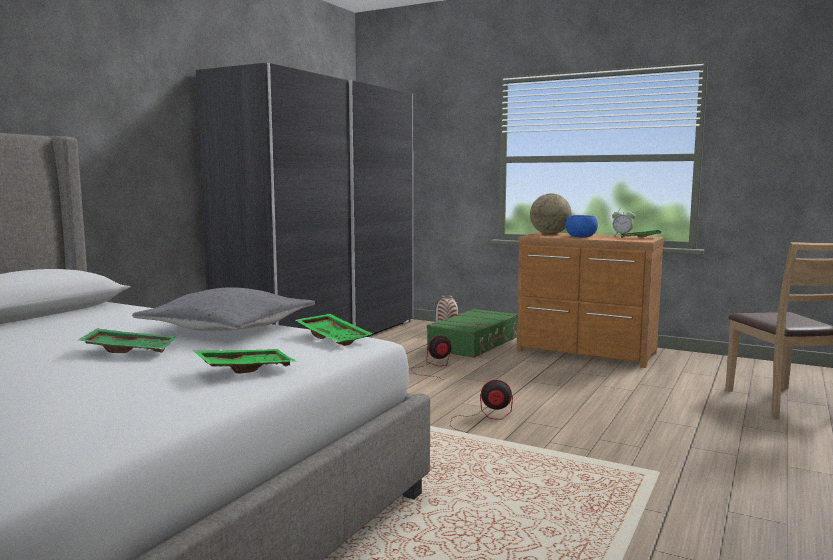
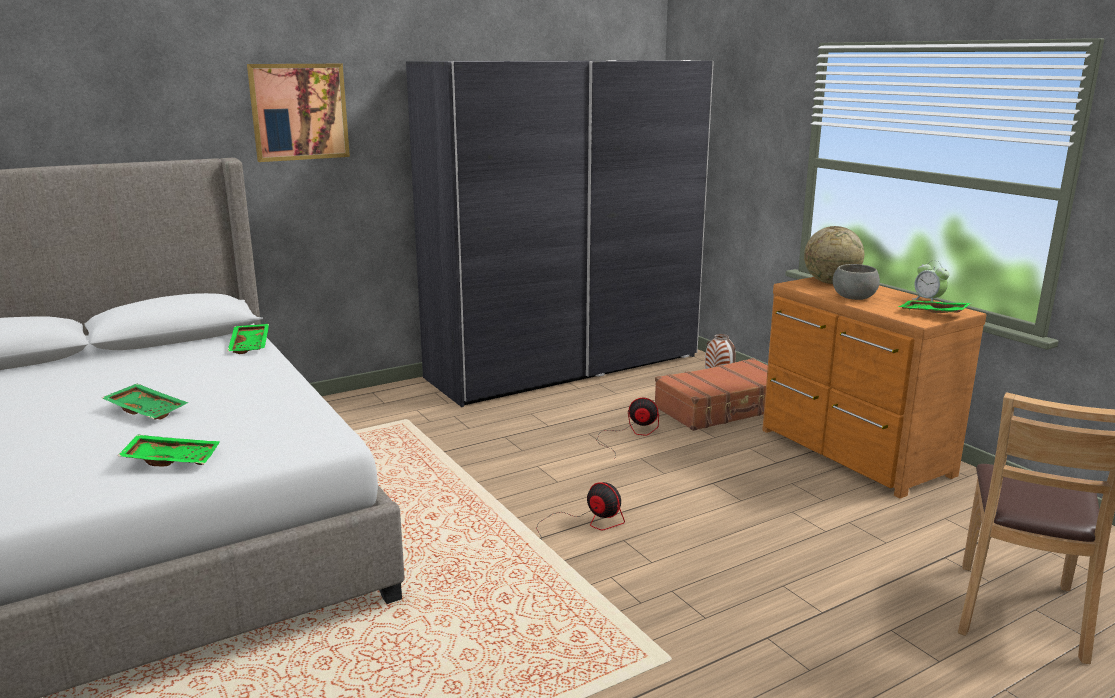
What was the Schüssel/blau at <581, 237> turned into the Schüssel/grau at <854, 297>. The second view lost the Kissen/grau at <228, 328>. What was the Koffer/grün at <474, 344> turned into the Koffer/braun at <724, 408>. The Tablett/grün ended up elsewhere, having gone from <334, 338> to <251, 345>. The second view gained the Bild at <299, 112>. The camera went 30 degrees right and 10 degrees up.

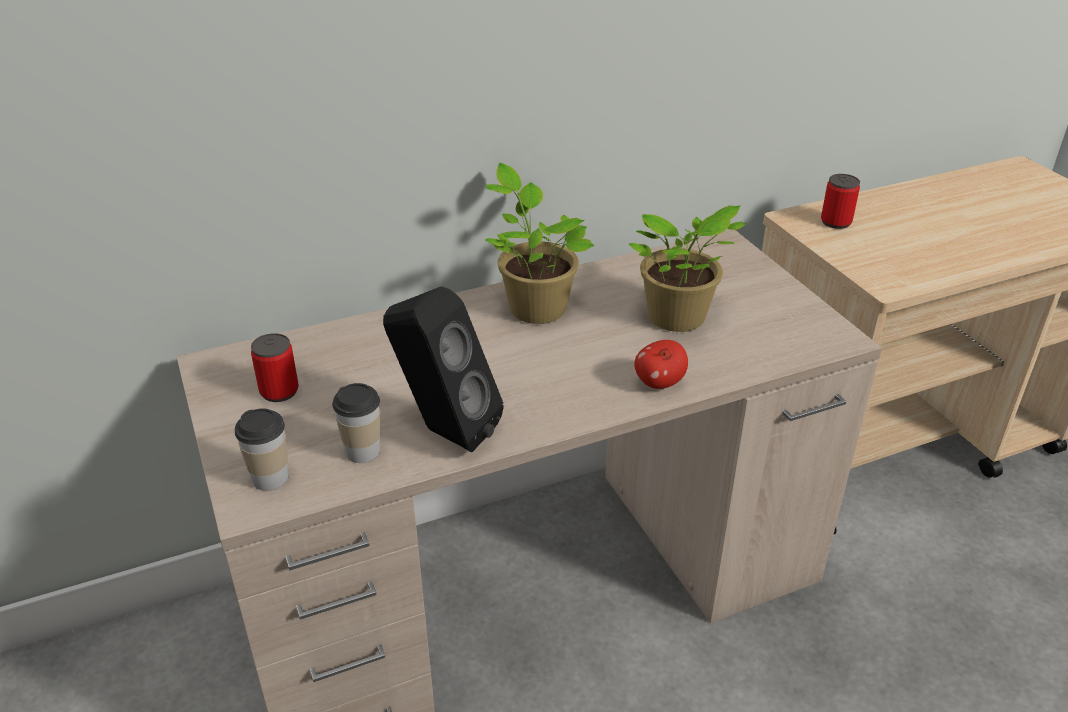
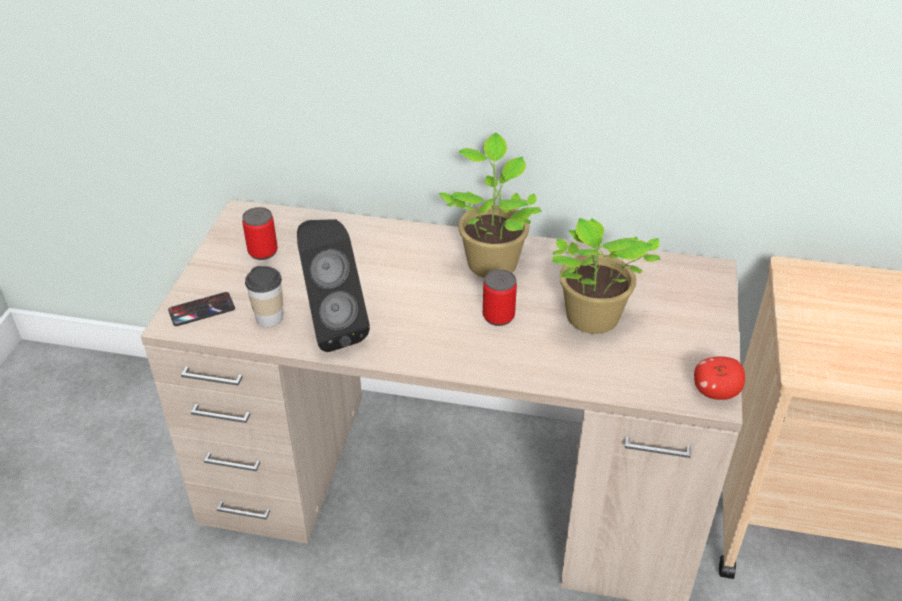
The Dose ended up elsewhere, having gone from <836, 222> to <498, 316>. The Apfel ended up elsewhere, having gone from <659, 383> to <715, 392>. Where the Tasse stood at <270, 478>, the Handy came to stand at <201, 309>. The camera went 35 degrees right and 5 degrees up.

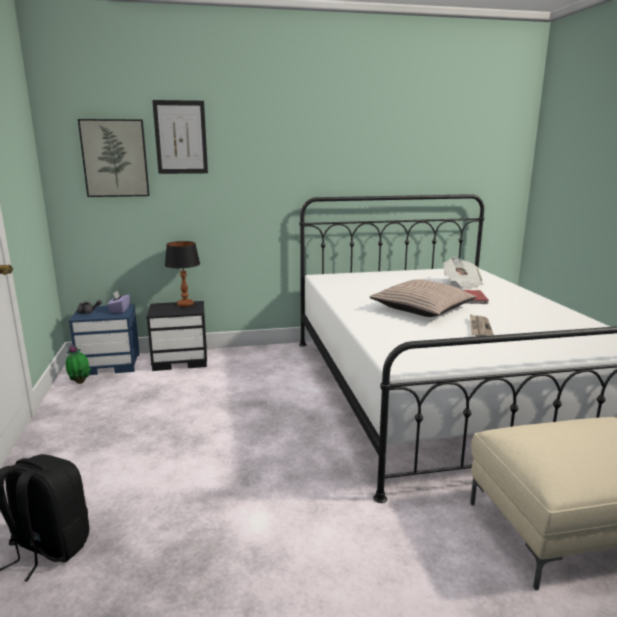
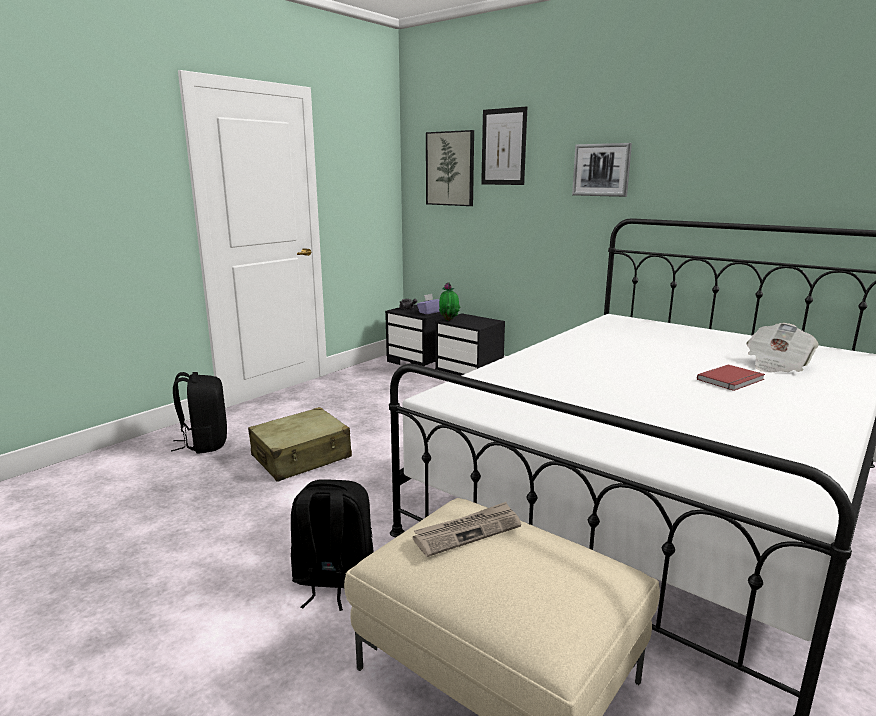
The second view lost the Tischlampe at <185, 305>. The second view lost the Kissen at <422, 309>. What was the Nachttisch/blau at <110, 364> turned into the Nachttisch/schwarz at <419, 361>. The Zeitung ended up elsewhere, having gone from <479, 328> to <467, 531>. The Topfpflanze ended up elsewhere, having gone from <80, 382> to <449, 320>. The second view gained the Bild at <601, 170>. The second view gained the Koffer/beige at <302, 457>. The second view gained the Rucksack/schwarz at <333, 581>. The camera went 50 degrees right and 0 degrees up.

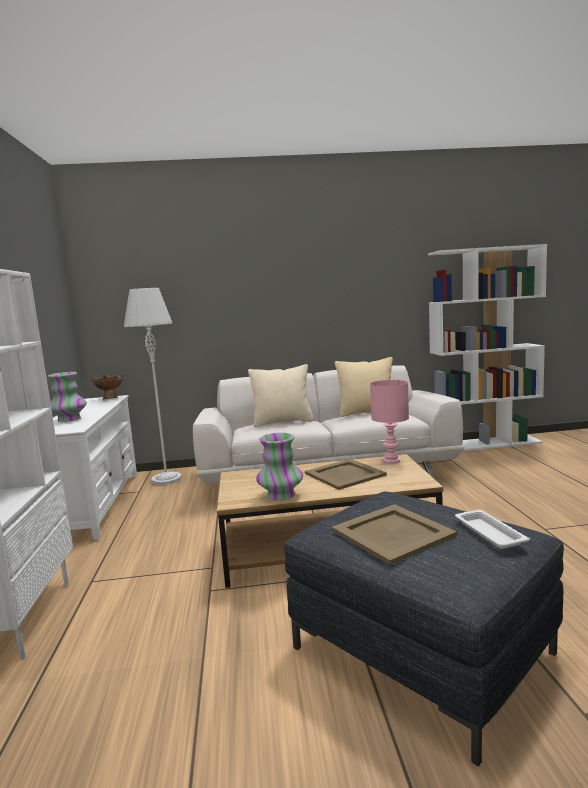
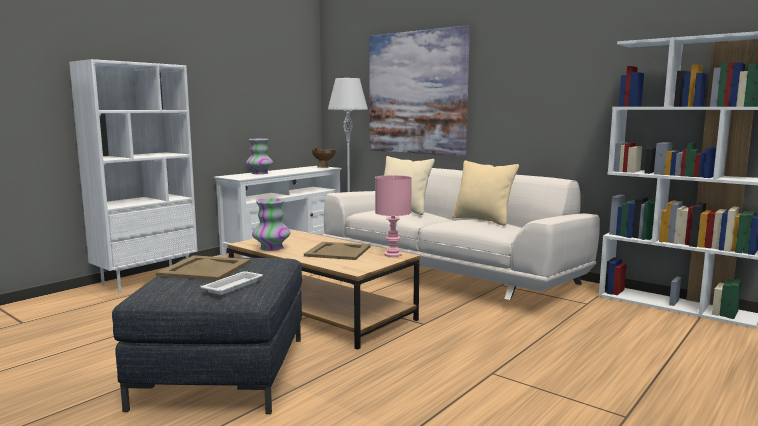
The second view gained the Bild at <417, 93>. The camera went 45 degrees right and 0 degrees up.

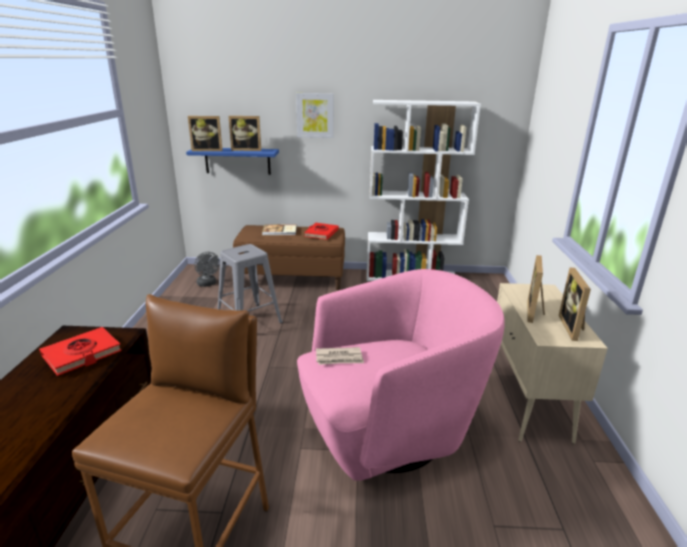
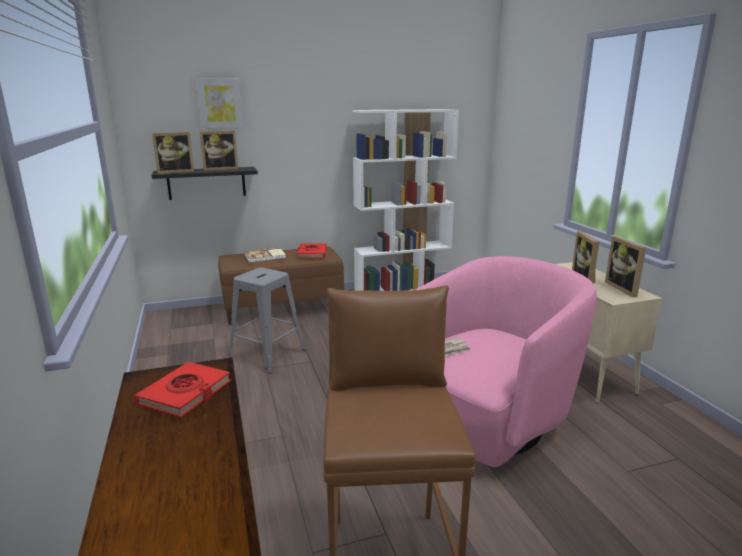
The Bild ended up elsewhere, having gone from <315, 115> to <220, 103>. What was the Wandregal/blau at <237, 161> turned into the Wandregal/schwarz at <206, 183>. The second view lost the Ventilator/grau at <208, 284>. The camera went 20 degrees left and 5 degrees down.

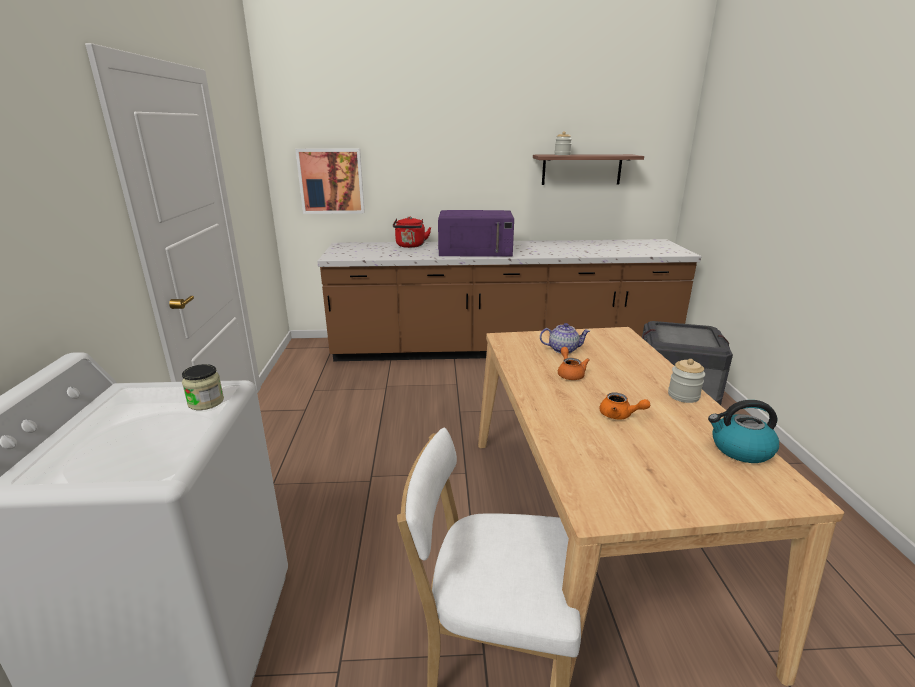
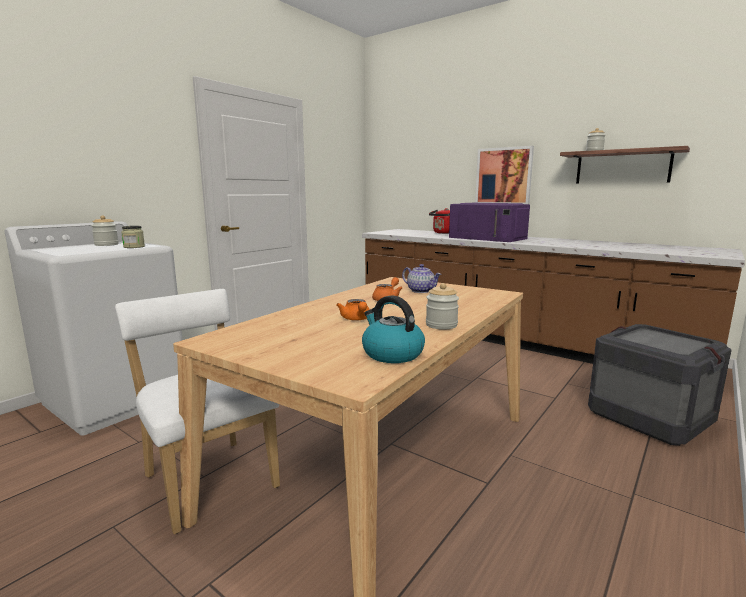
The Bild ended up elsewhere, having gone from <331, 181> to <503, 176>. The second view gained the Vorratsglas at <106, 244>. The camera went 40 degrees right and 10 degrees down.

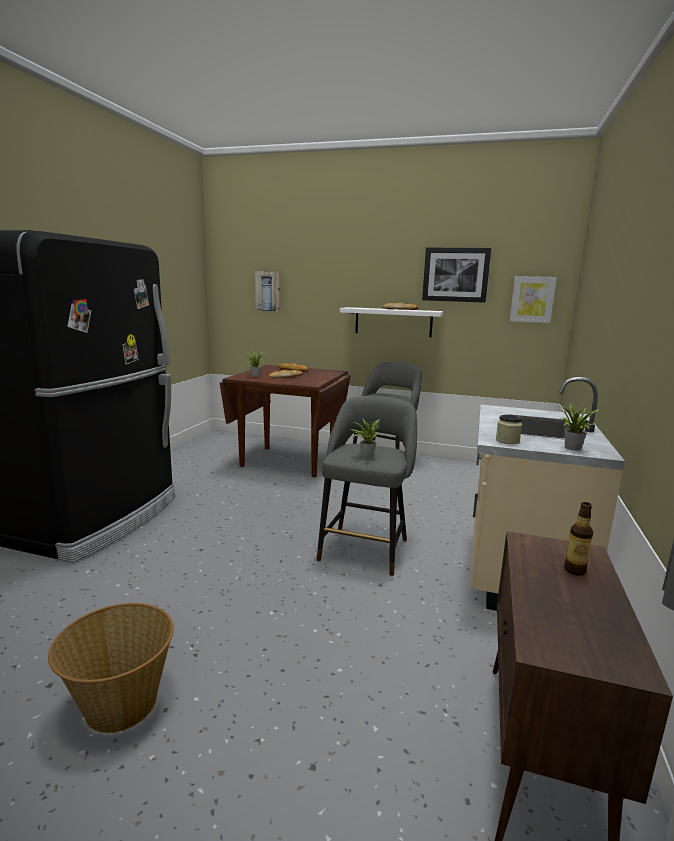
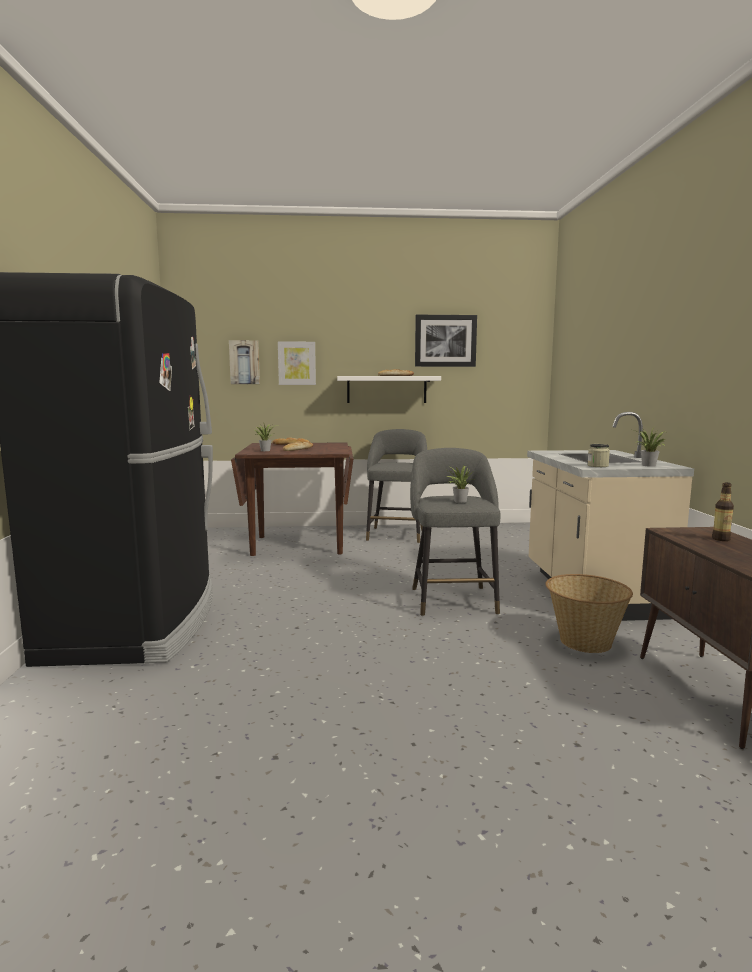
The Bild ended up elsewhere, having gone from <532, 299> to <297, 363>. The Korb ended up elsewhere, having gone from <120, 703> to <584, 641>. The camera went 20 degrees left and 5 degrees down.

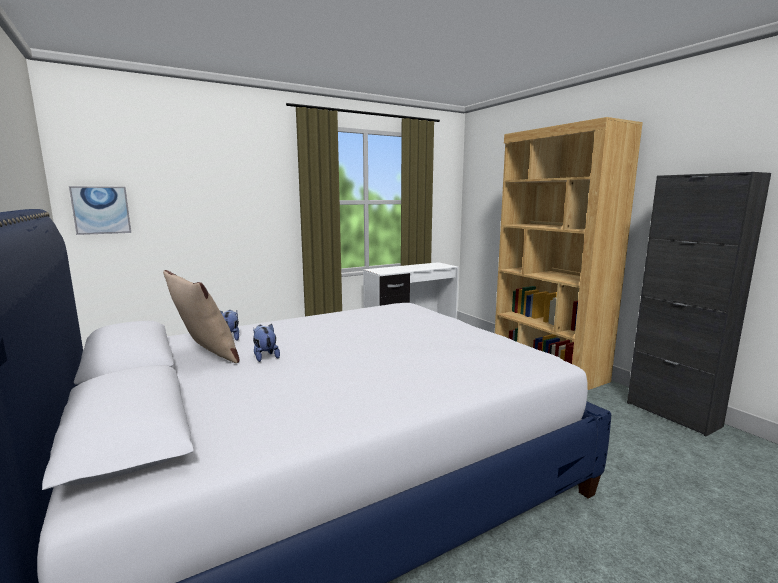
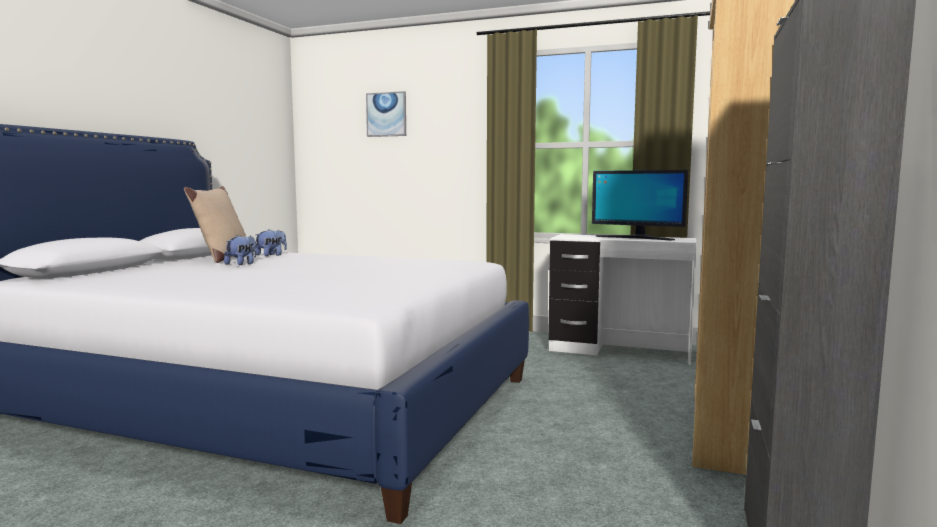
The Bild ended up elsewhere, having gone from <101, 210> to <386, 114>. The second view gained the Monitor at <637, 238>. The camera went 50 degrees right and 5 degrees down.

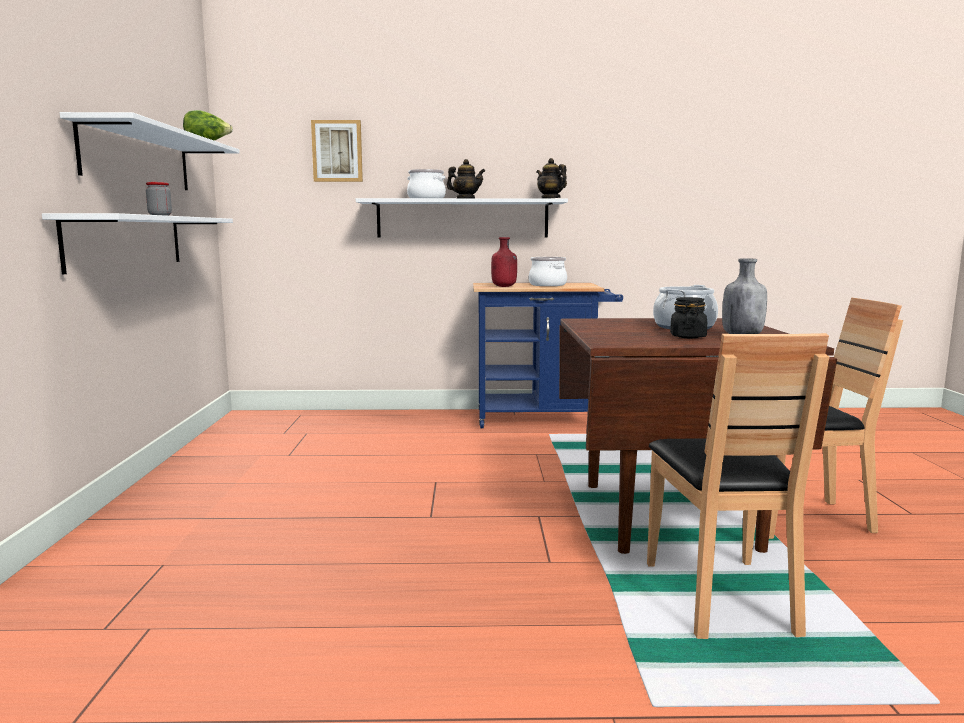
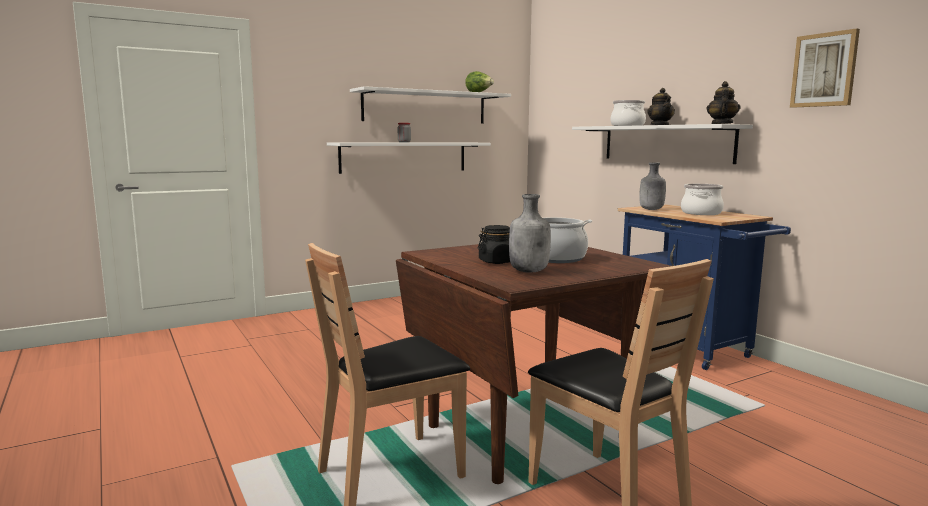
The Bild ended up elsewhere, having gone from <337, 151> to <824, 70>. What was the Flasche/rot at <504, 286> turned into the Flasche/grau at <651, 209>. The camera went 60 degrees right and 0 degrees up.

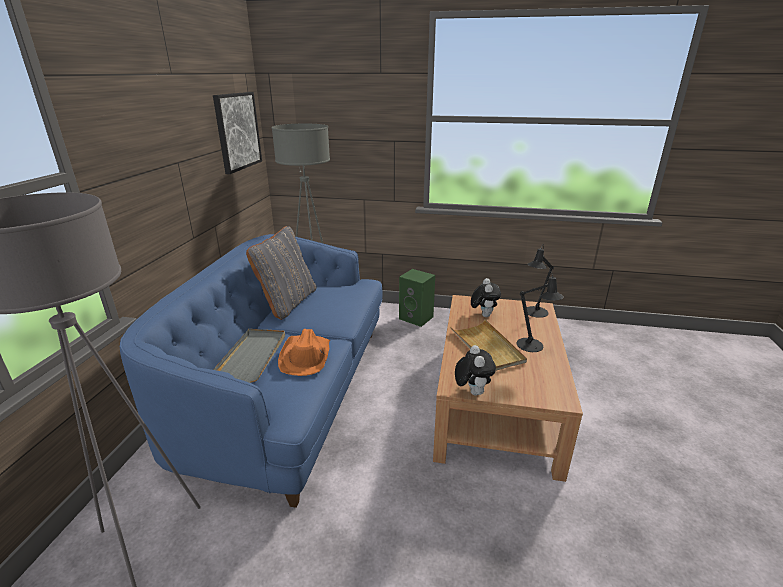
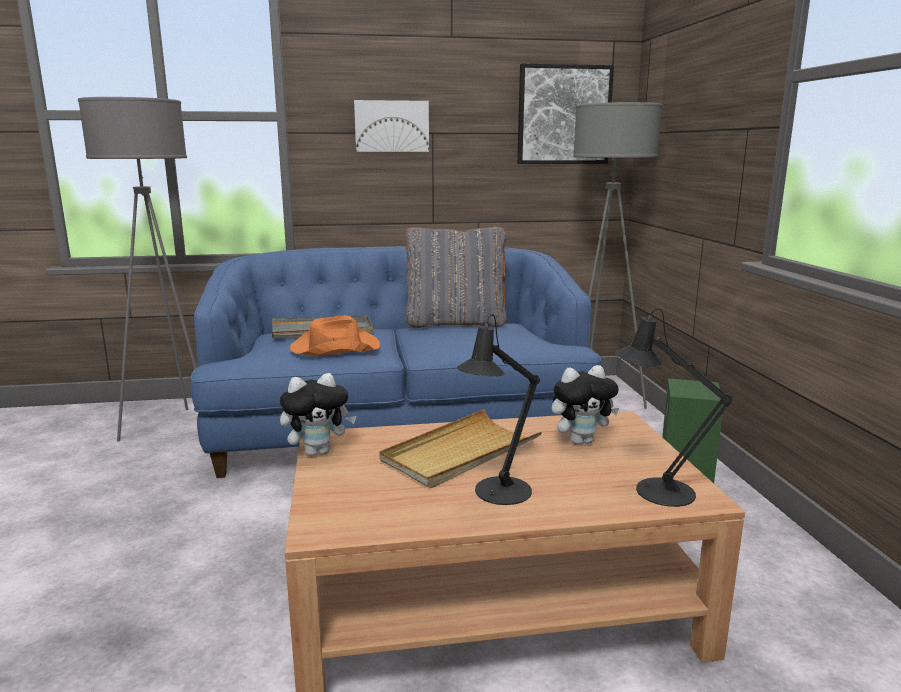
The second view gained the Bild at <391, 126>. The camera went 70 degrees right and 10 degrees down.

